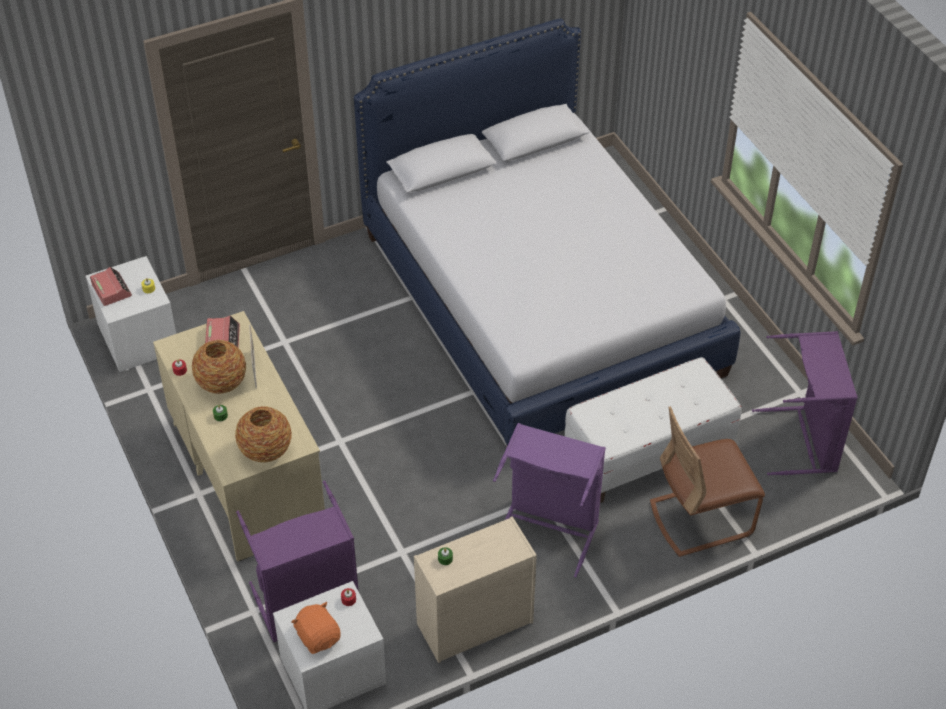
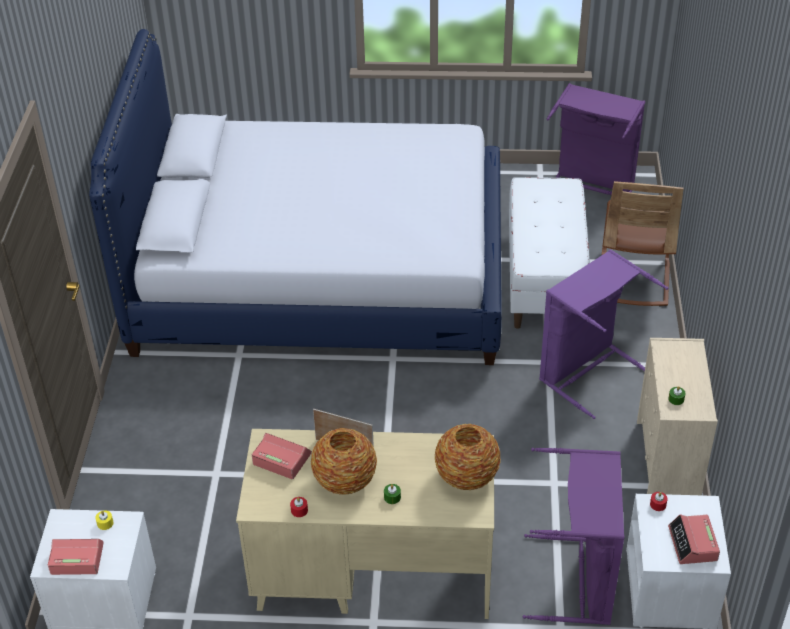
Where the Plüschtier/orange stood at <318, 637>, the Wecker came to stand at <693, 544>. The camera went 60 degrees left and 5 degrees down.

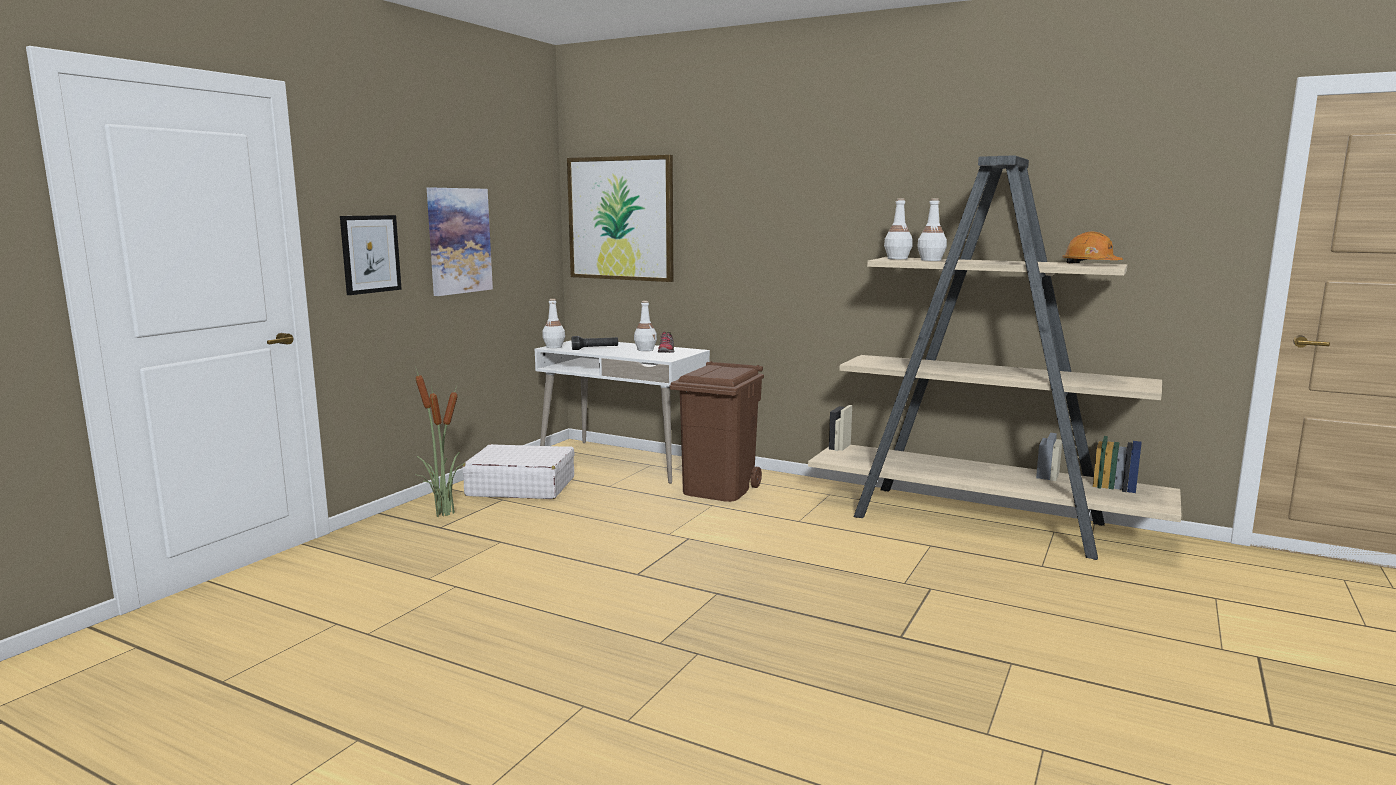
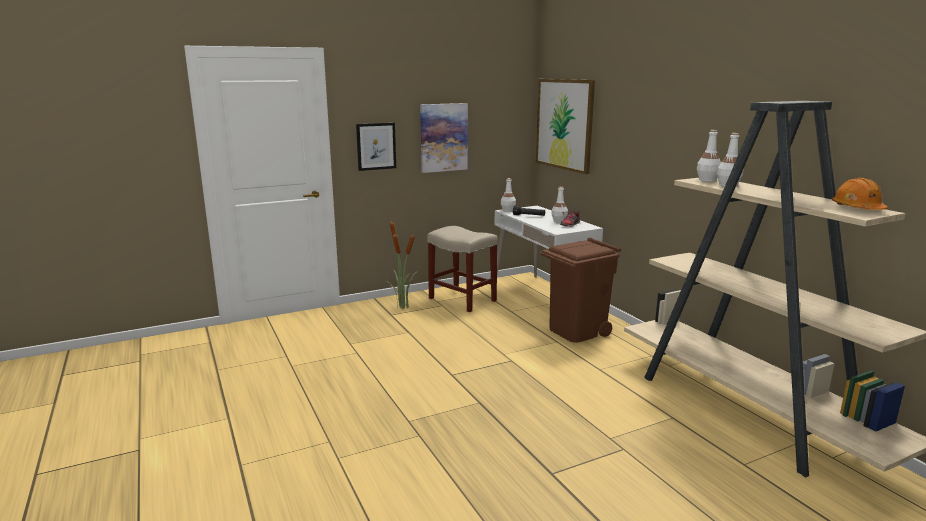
Where the Koffer/weiß stood at <520, 487>, the Hocker/beige came to stand at <461, 299>. The camera went 35 degrees right and 5 degrees up.

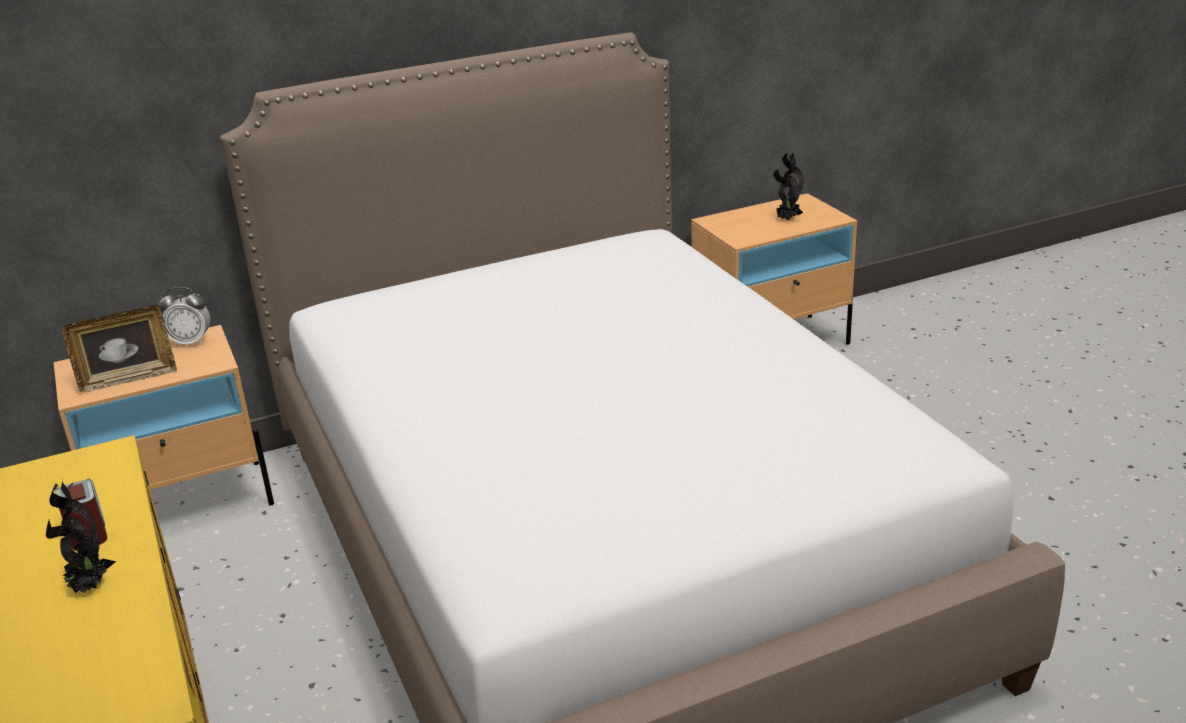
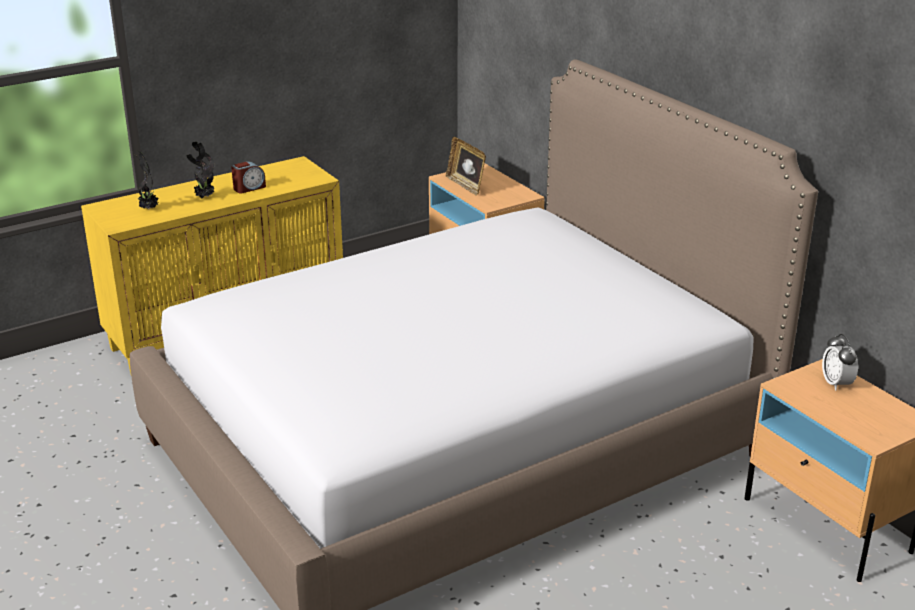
The Topfpflanze ended up elsewhere, having gone from <787, 219> to <148, 209>. The Wecker ended up elsewhere, having gone from <191, 342> to <836, 384>. The camera went 80 degrees right and 0 degrees up.

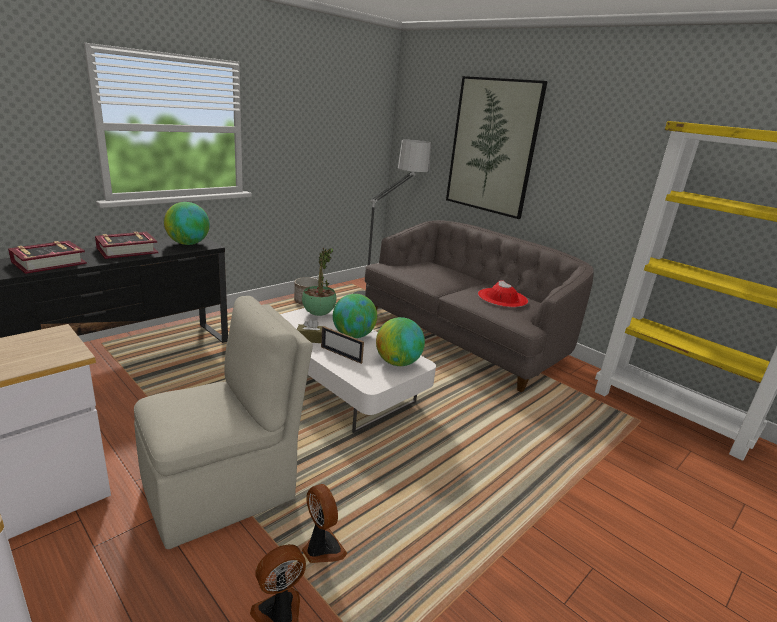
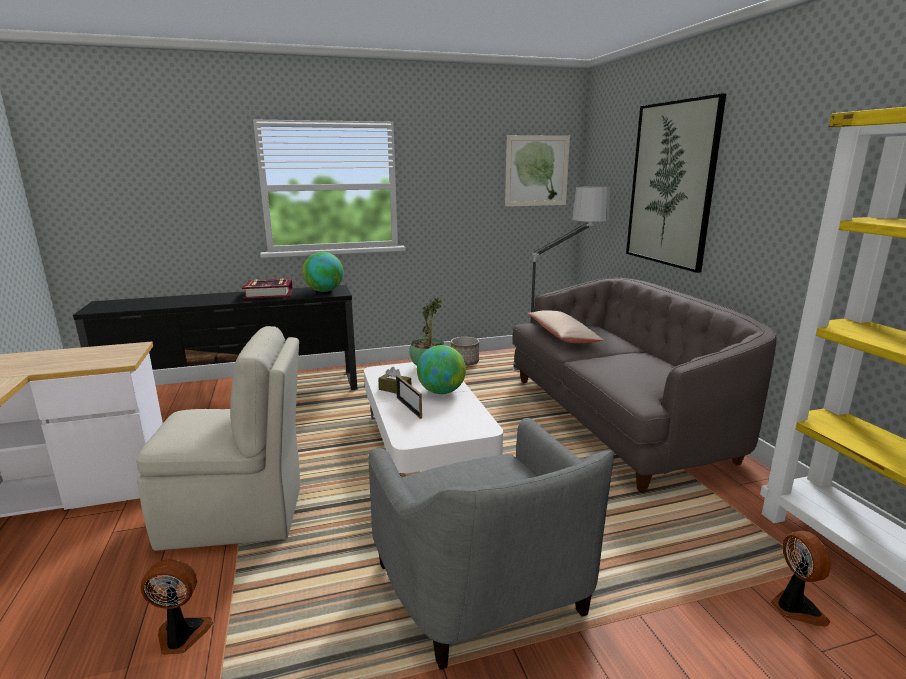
The second view lost the Buch at <49, 263>. The second view lost the Hut/rot at <502, 298>. The second view lost the Globus at <398, 363>. The Ventilator ended up elsewhere, having gone from <322, 549> to <795, 608>. The second view gained the Bild at <537, 171>. The second view gained the Kissen/beige at <562, 336>. The second view gained the Sessel/grau at <486, 591>. The camera went 30 degrees right and 5 degrees down.

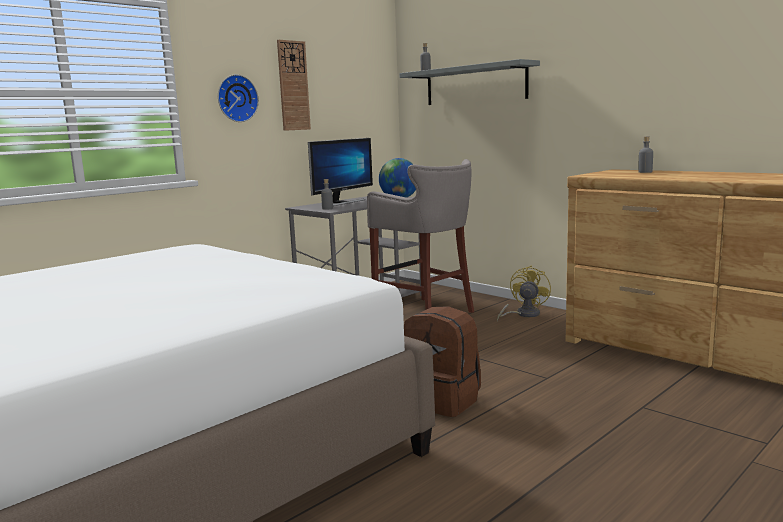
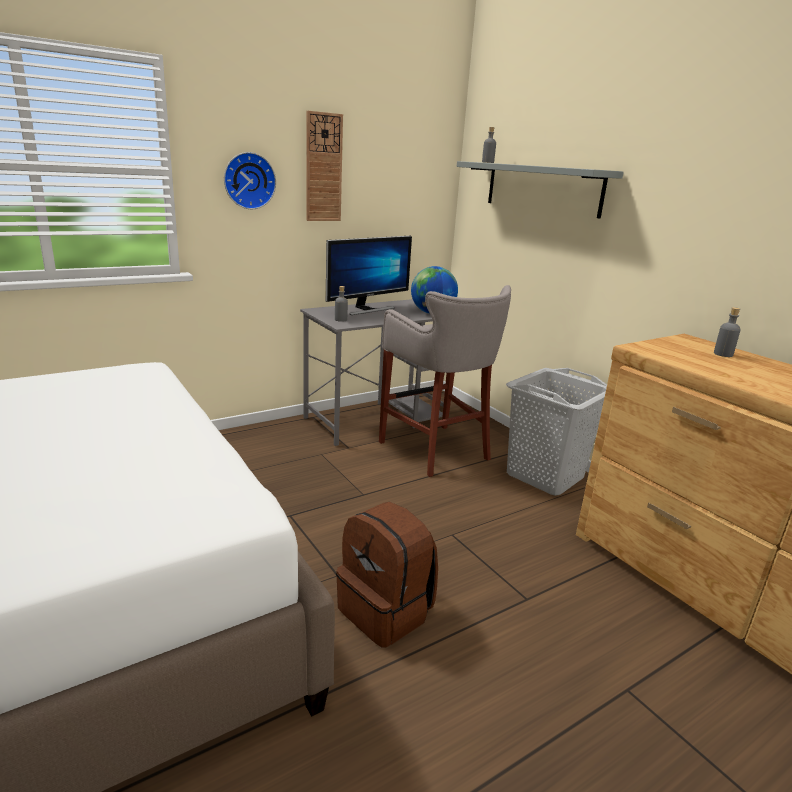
Where the Ventilator/gelb stood at <523, 314>, the Wäschekorb/grau came to stand at <544, 476>. The camera went 10 degrees right and 10 degrees up.

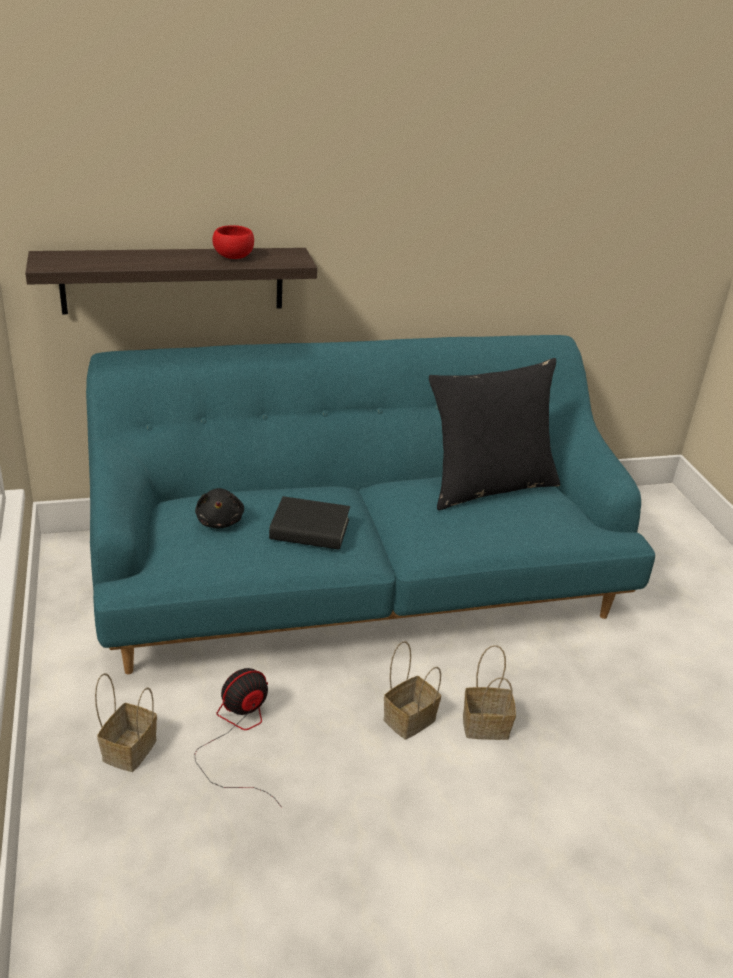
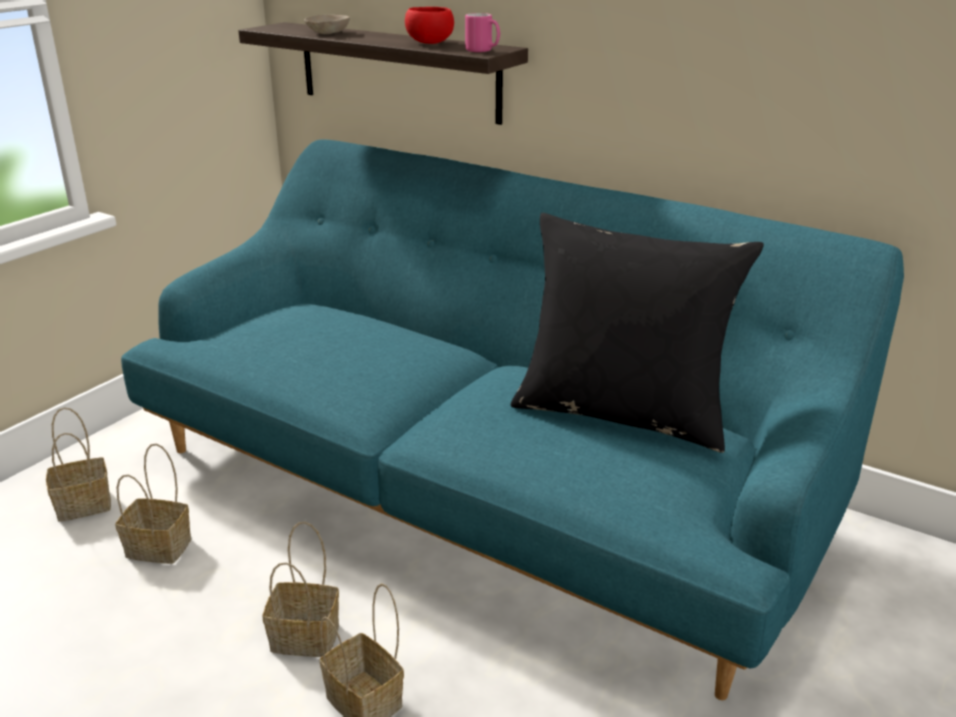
The second view lost the Plüschtier/schwarz at <220, 521>. The second view lost the Buch/schwarz at <310, 530>. Where the Ventilator stood at <239, 735>, the Korb came to stand at <161, 547>. The second view gained the Henkelbecher/rosa at <483, 51>. The second view gained the Schüssel/beige at <329, 33>. The camera went 50 degrees right and 5 degrees down.

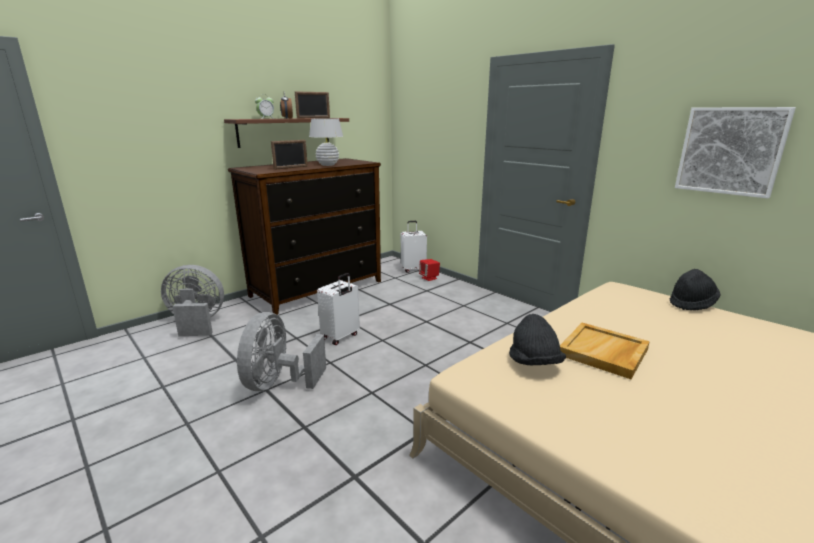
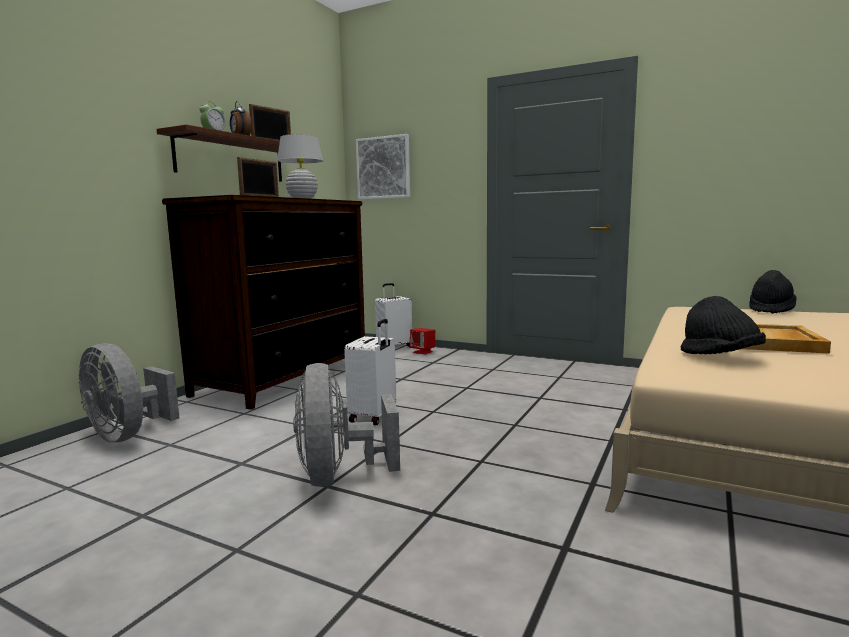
The Bild ended up elsewhere, having gone from <730, 151> to <383, 168>. The Ventilator/grau at <197, 323> ended up facing another way, 120 degrees counterclockwise from before. The camera went 20 degrees left and 10 degrees down.

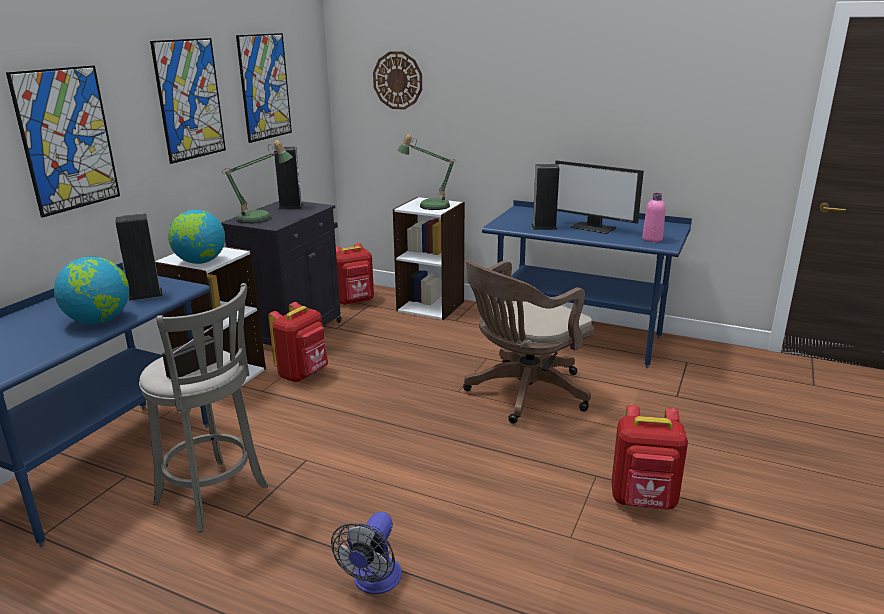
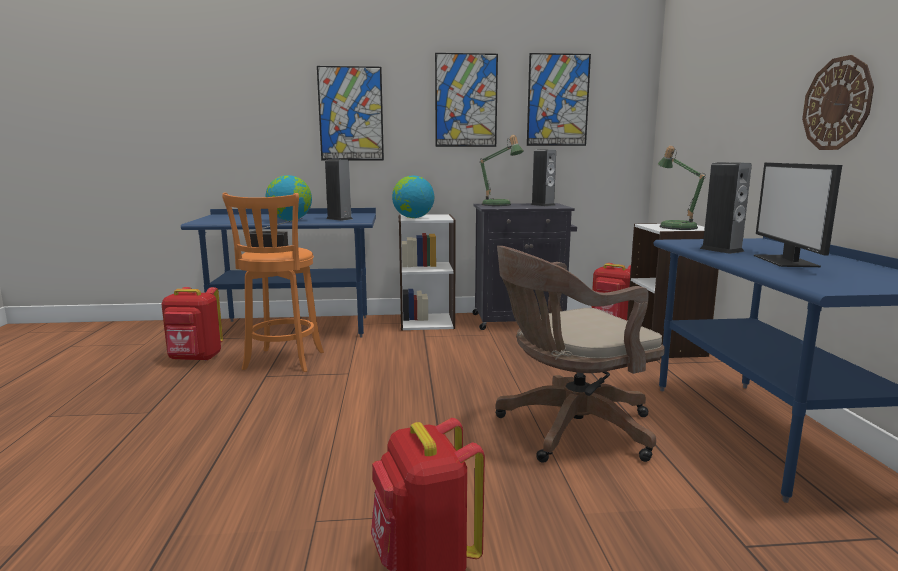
The Wanduhr ended up elsewhere, having gone from <398, 80> to <837, 104>. The second view lost the Flasche/rosa at <652, 239>. The Bürostuhl/braun at <523, 393> ended up facing another way, 45 degrees counterclockwise from before. What was the Hocker/grau at <215, 497> turned into the Hocker/orange at <282, 362>. The Rucksack/rot ended up elsewhere, having gone from <303, 374> to <195, 358>. The second view lost the Ventilator at <374, 582>. The camera went 60 degrees right and 10 degrees down.

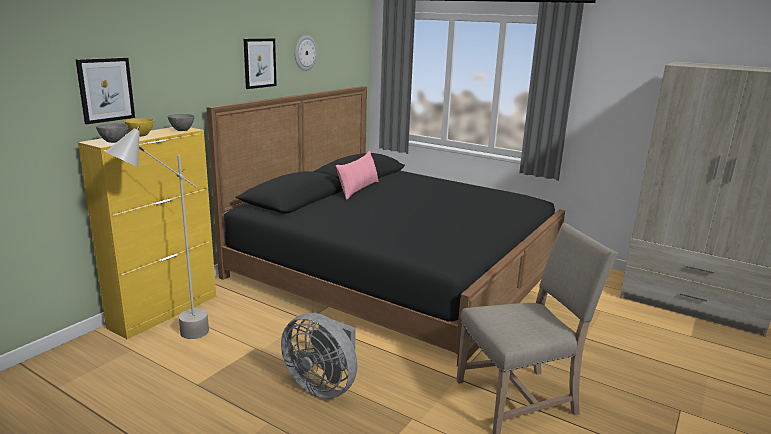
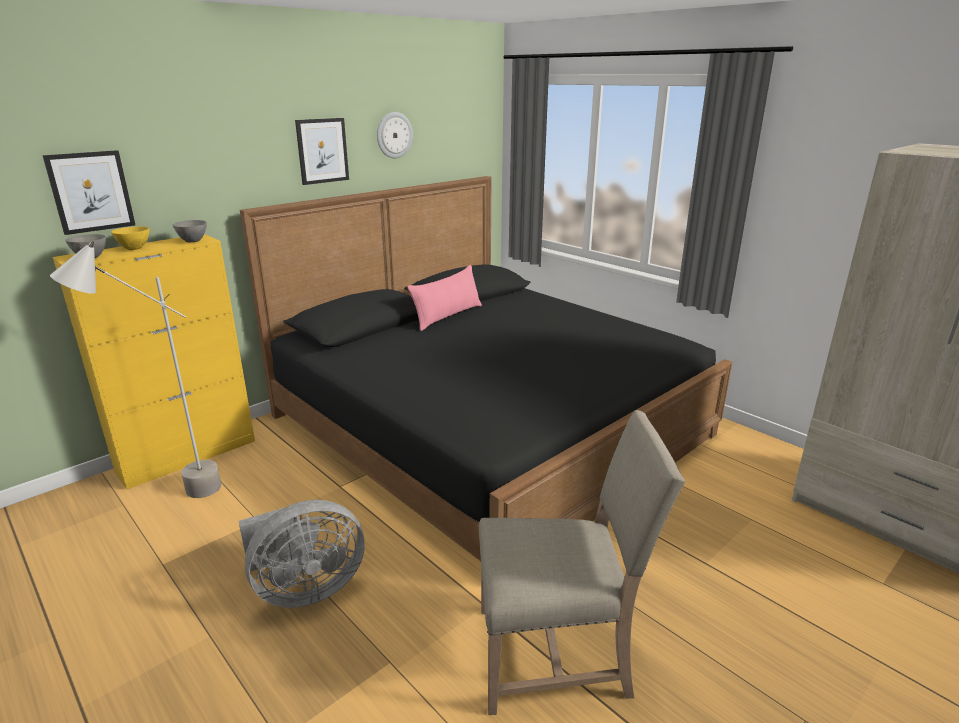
The Ventilator/grau at <323, 385> ended up facing another way, 75 degrees counterclockwise from before. The camera went 15 degrees right and 5 degrees up.

